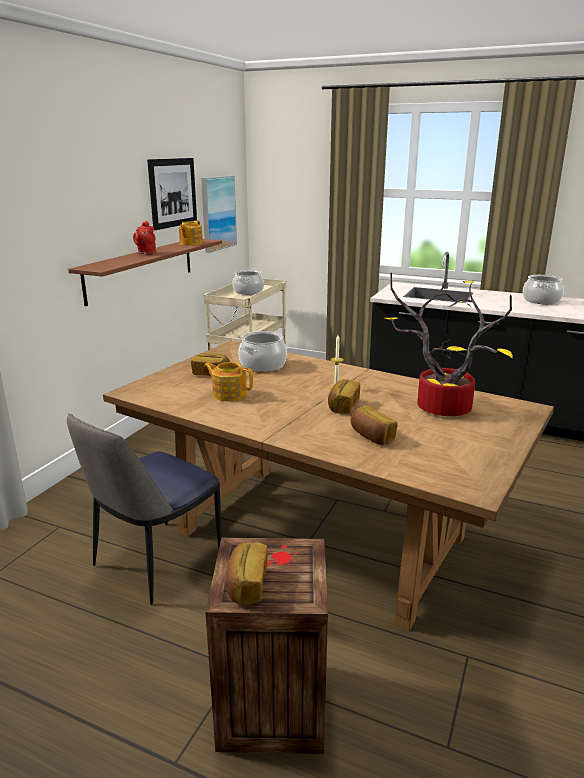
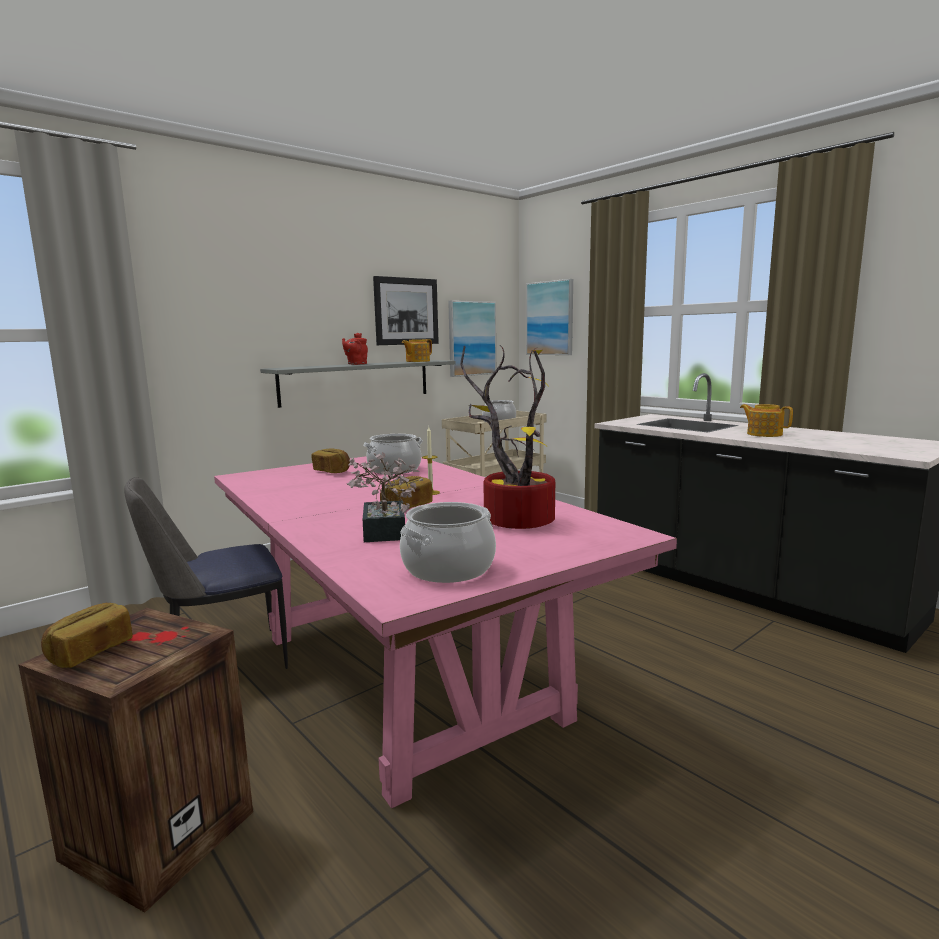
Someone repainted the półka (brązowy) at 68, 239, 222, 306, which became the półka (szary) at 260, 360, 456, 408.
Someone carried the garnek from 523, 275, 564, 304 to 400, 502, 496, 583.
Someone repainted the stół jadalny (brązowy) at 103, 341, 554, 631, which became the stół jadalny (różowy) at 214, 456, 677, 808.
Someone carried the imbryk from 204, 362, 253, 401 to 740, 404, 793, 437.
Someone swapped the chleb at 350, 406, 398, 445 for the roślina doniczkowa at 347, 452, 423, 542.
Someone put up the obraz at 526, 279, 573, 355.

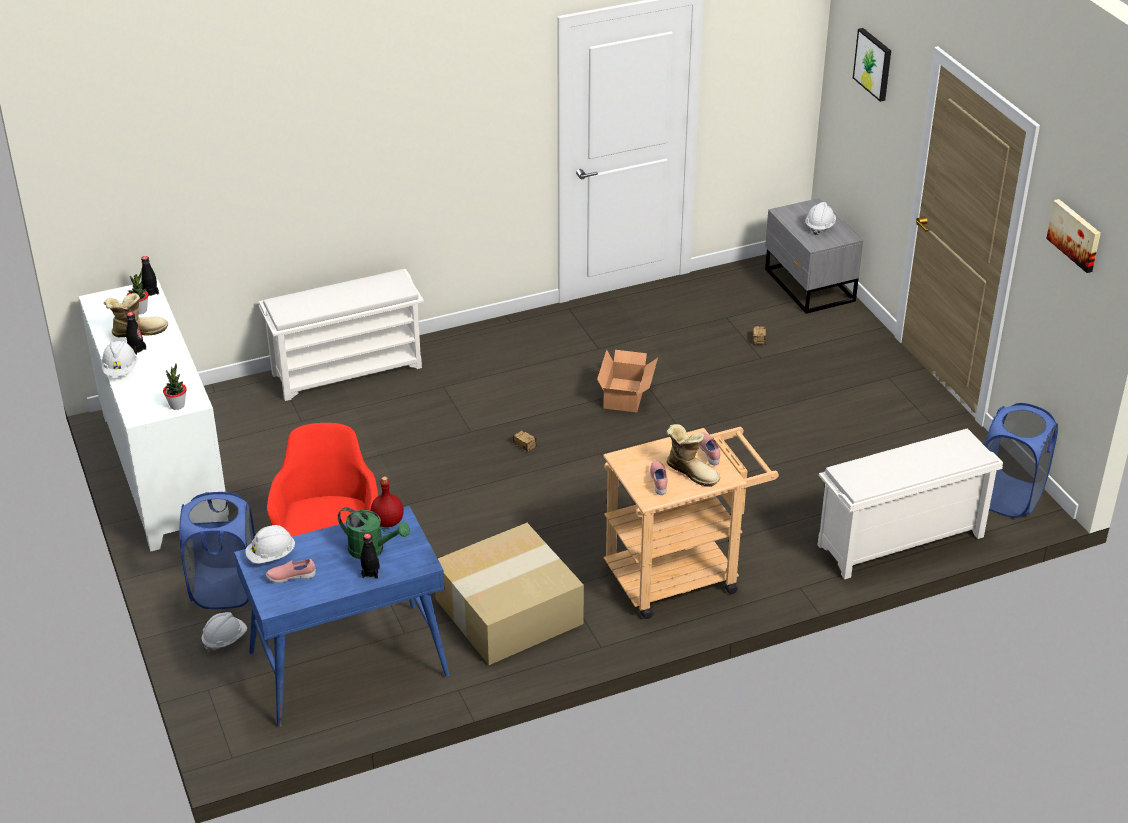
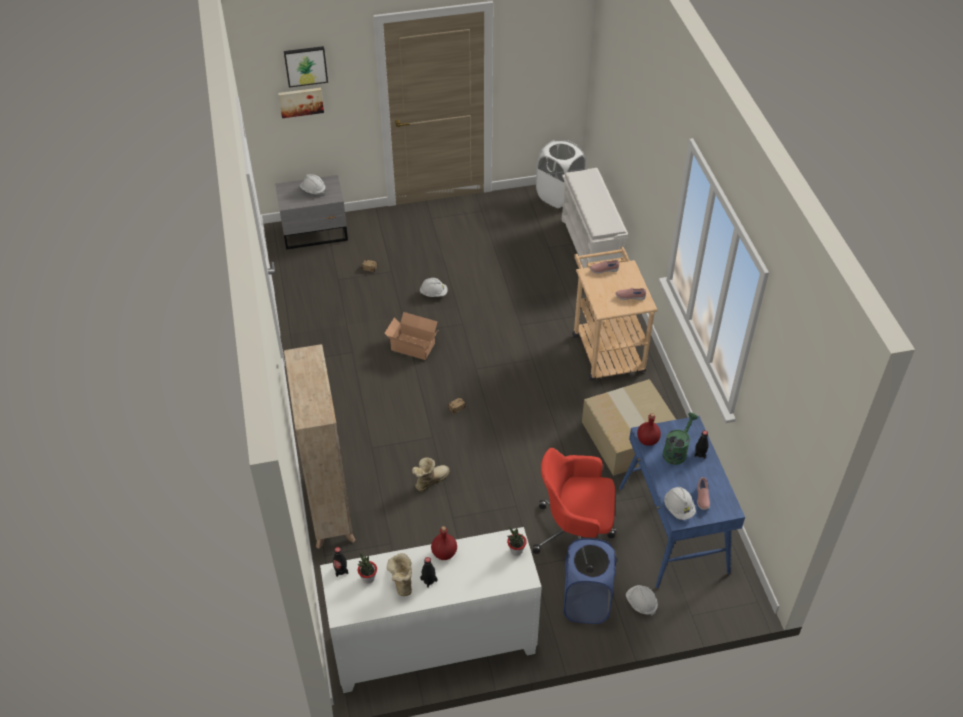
Someone carried the obraz from 1046, 199, 1101, 273 to 278, 88, 324, 118.
Someone swapped the regał na buty (biały) at 259, 269, 424, 401 for the regał (beżowy) at 284, 344, 356, 549.
Someone carried the kask (biały) from 102, 341, 137, 377 to 419, 278, 448, 297.
Someone repainted the kosz na pranie (niebieski) at 984, 403, 1058, 518, which became the kosz na pranie (biały) at 536, 140, 586, 208.
Someone carried the but z cholewką from 666, 424, 720, 487 to 412, 457, 450, 491.
Someone put down the butelka (czerwony) at 431, 526, 457, 560.

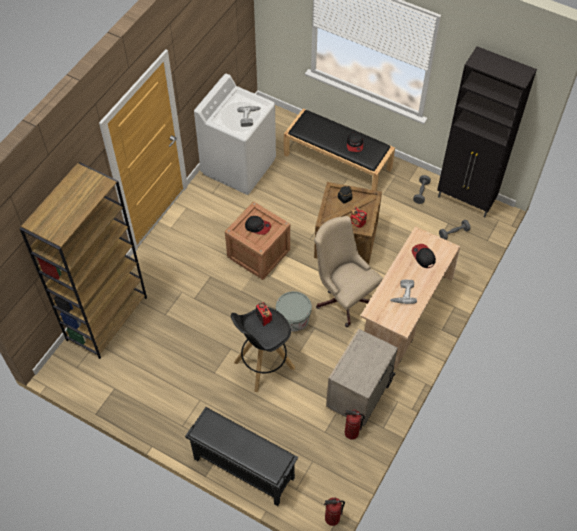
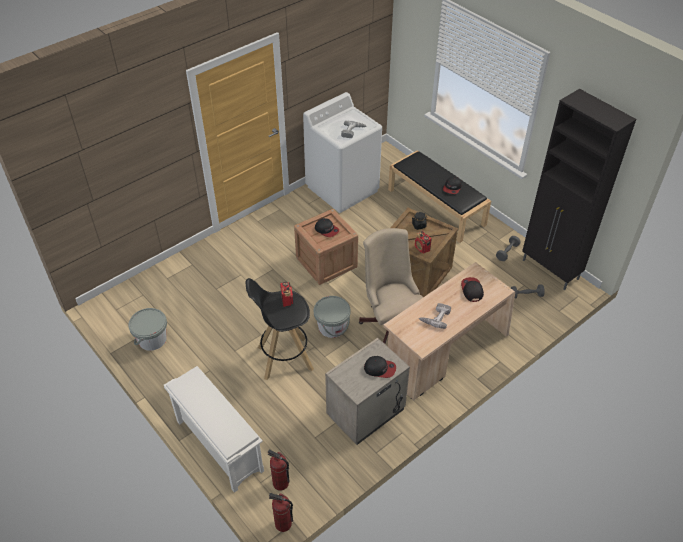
Someone took away the regał (brązowy) at 20, 162, 147, 359.
Someone repainted the regał na buty (czarny) at 185, 407, 298, 506, which became the regał na buty (biały) at 164, 366, 264, 493.
Someone carried the gaśnica from 344, 409, 365, 440 to 268, 449, 290, 491.
Someone put down the wiadro (szary) at 128, 308, 167, 351.
Someone put down the czapka z daszkiem at 364, 356, 396, 378.

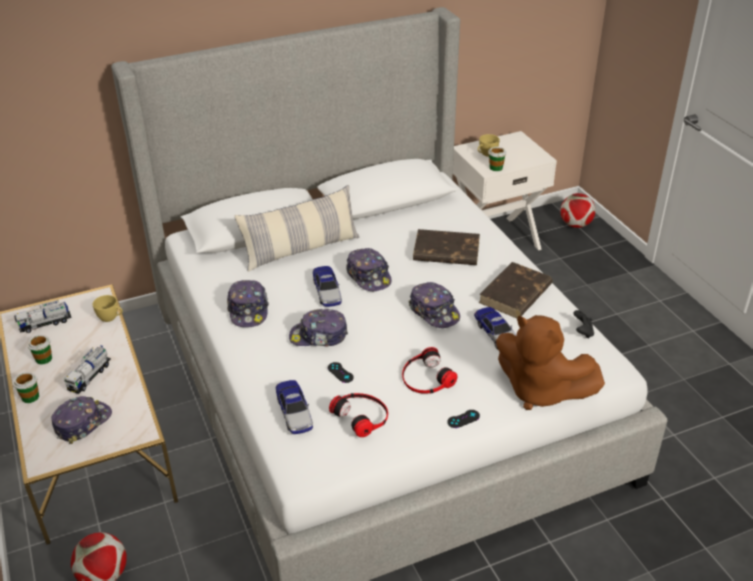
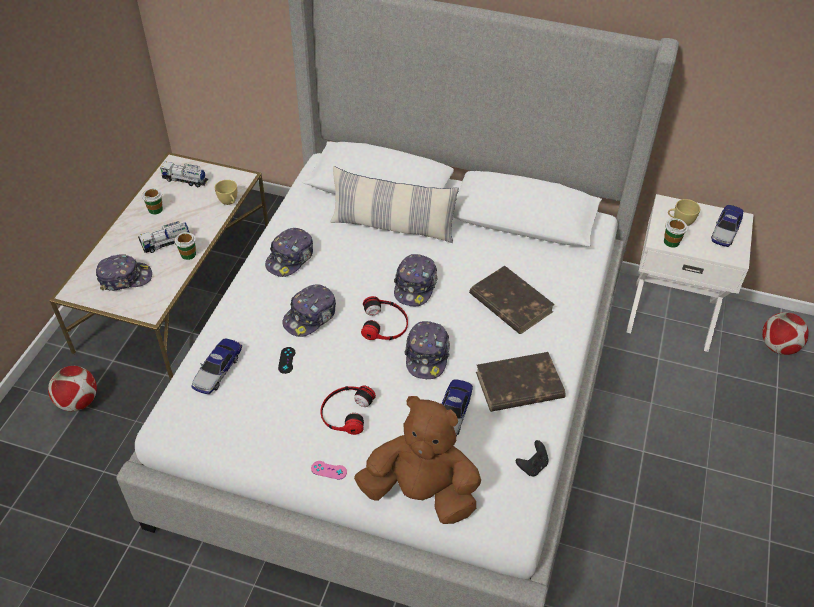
Someone carried the samochodzik from 313, 266, 342, 307 to 711, 205, 743, 247.
Someone rotated the czapka z daszkiem at 289, 309, 348, 346 by 90 degrees counterclockwise.
Someone rotated the pluszak (brązowy) at 496, 315, 605, 410 by 120 degrees clockwise.
Someone carried the filiżanka from 13, 372, 39, 403 to 175, 232, 196, 260.
Someone carried the słuchawki from 329, 393, 388, 437 to 361, 296, 408, 340.
Someone repainted the pad do gier (czarny) at 447, 410, 480, 428, which became the pad do gier (różowy) at 311, 461, 347, 480.

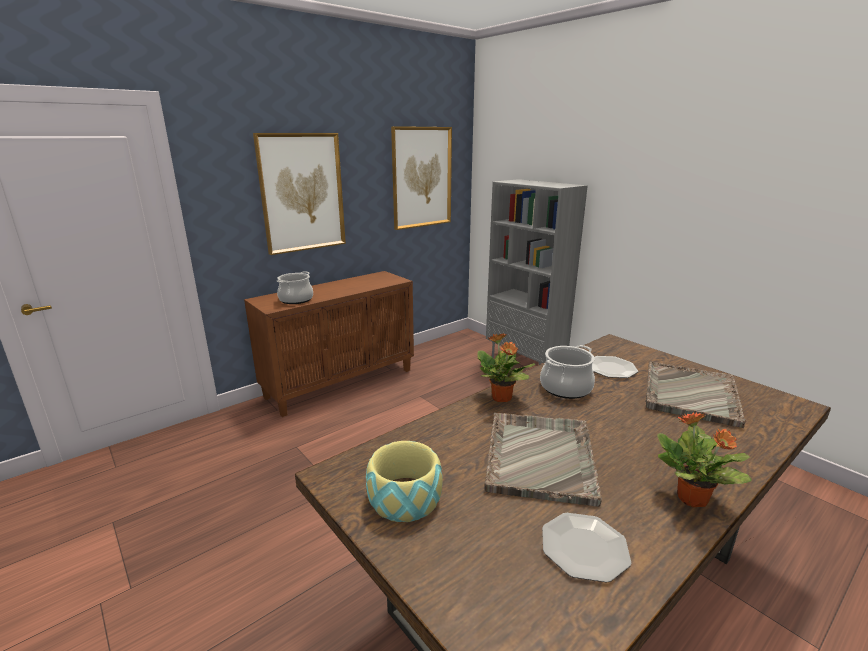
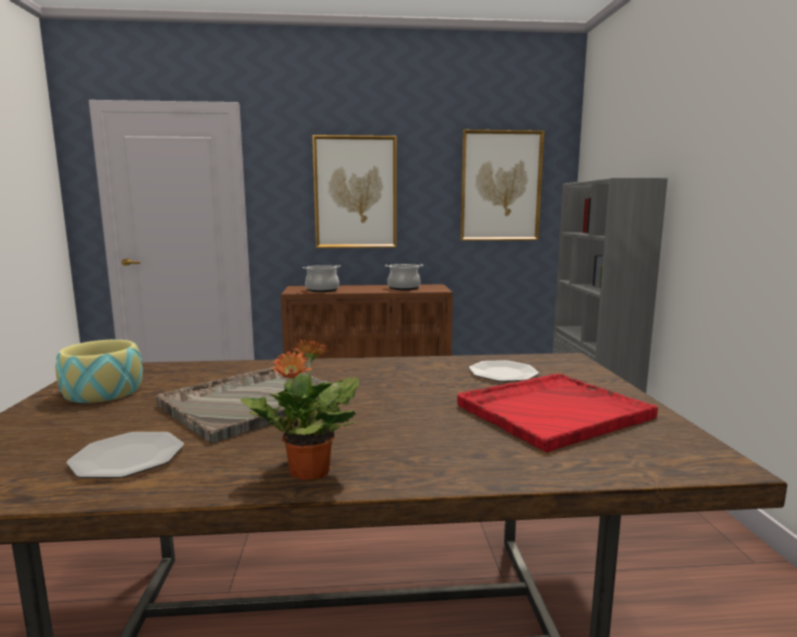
Someone took away the roślina doniczkowa at 477, 333, 535, 402.
Someone carried the garnek from 540, 345, 595, 399 to 385, 264, 423, 290.
Someone repainted the taca (szary) at 646, 361, 746, 428, which became the taca (czerwony) at 457, 374, 658, 453.

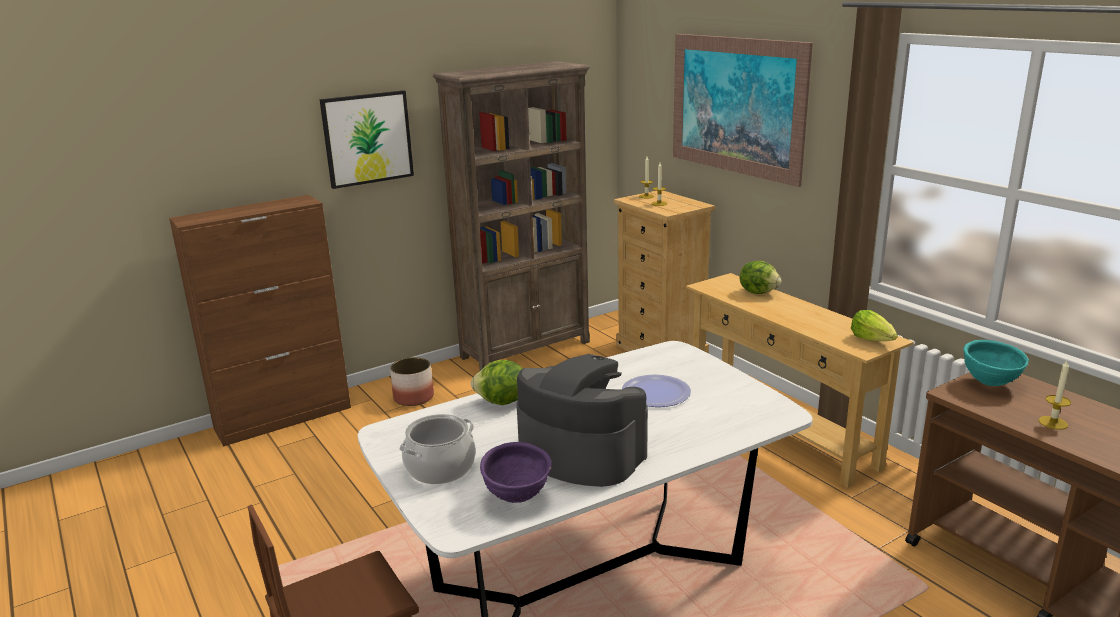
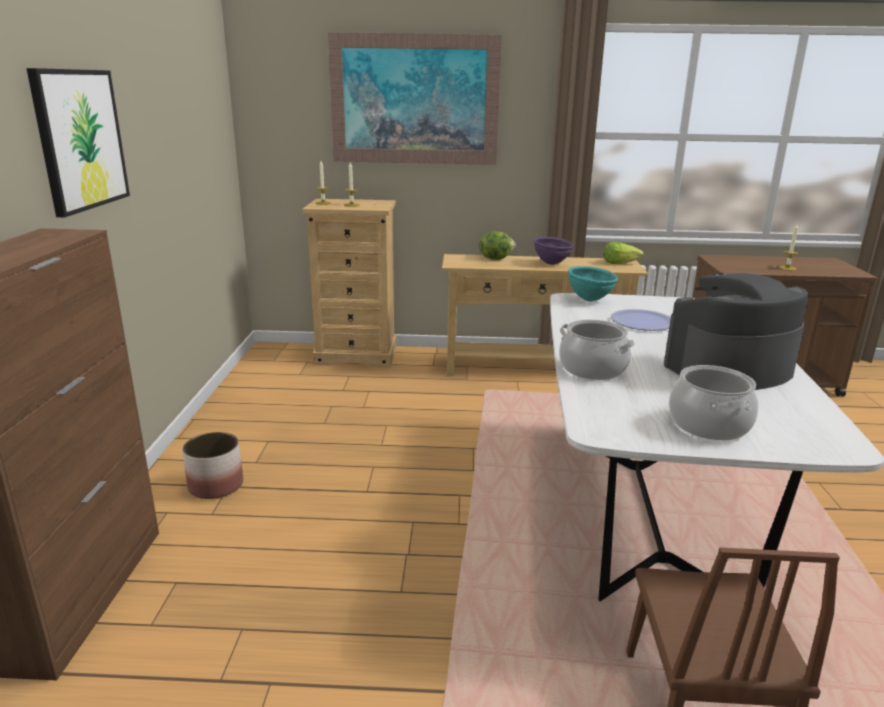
Someone took away the regał (brązowy) at 433, 61, 590, 371.
Someone carried the miska (turkusowy) from 963, 340, 1029, 386 to 568, 266, 618, 301.
Someone swapped the sałata at 471, 360, 523, 405 for the garnek at 559, 320, 635, 380.
Someone carried the miska (fioletowy) from 480, 442, 552, 503 to 534, 237, 574, 265.

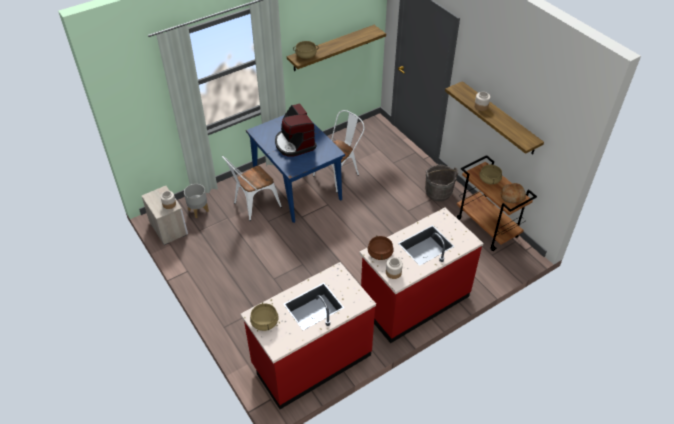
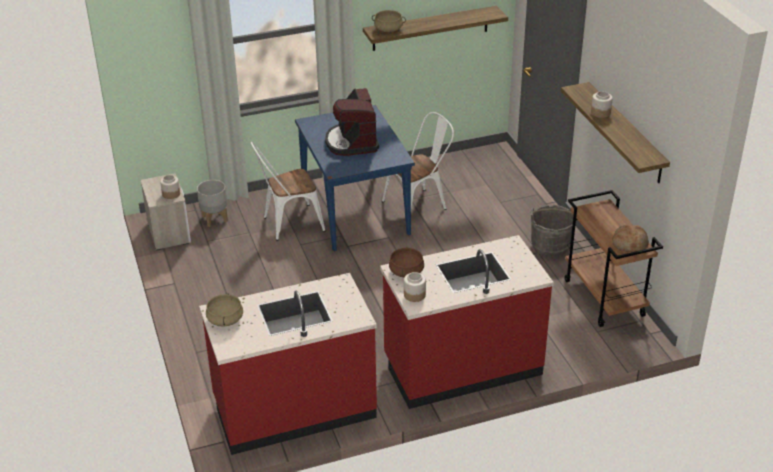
Someone took away the garnek (beżowy) at 479, 164, 502, 184.

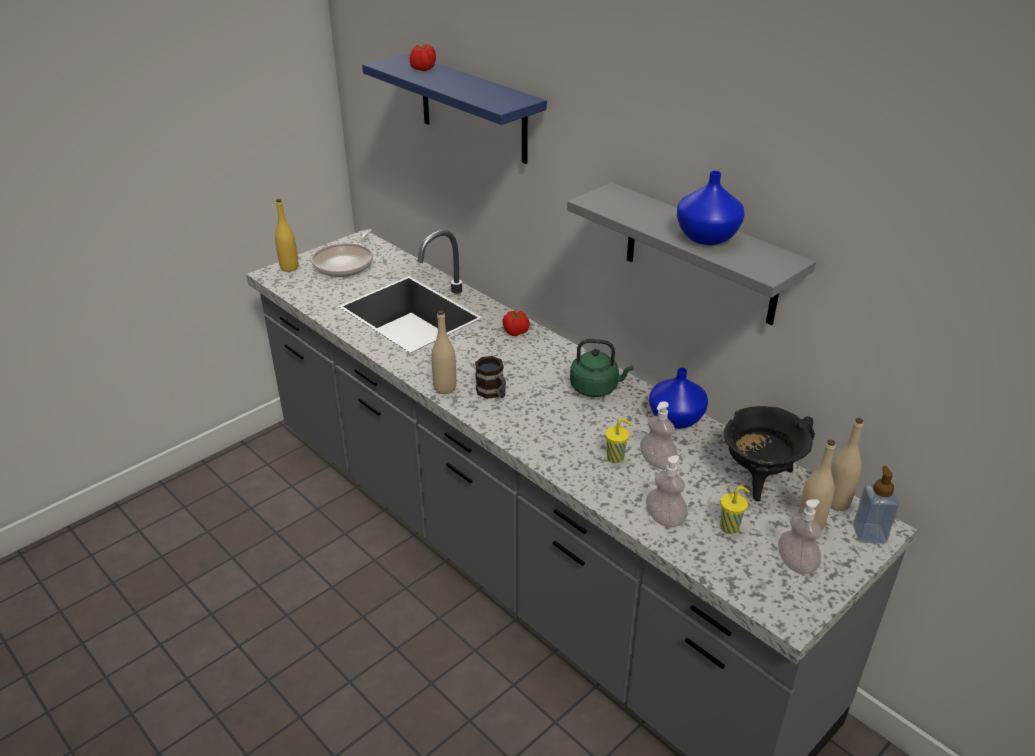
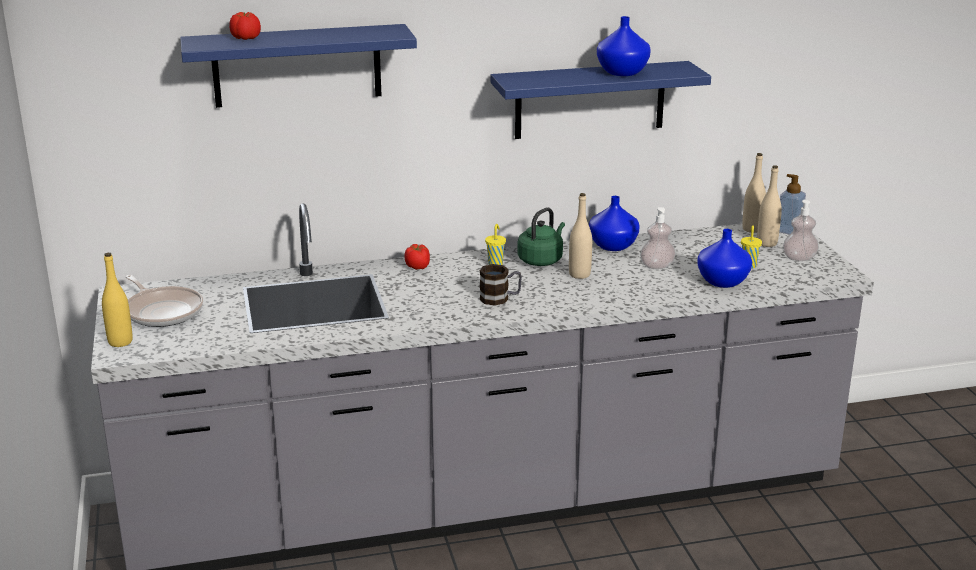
Someone repainted the półka (szary) at 567, 182, 816, 325, which became the półka (niebieski) at 491, 61, 711, 139.
Someone carried the butelka (beżowy) from 431, 310, 456, 394 to 569, 193, 592, 279.
Someone took away the garnek (czarny) at 724, 406, 815, 501.
Someone carried the filiżanka (żółty) from 605, 418, 632, 463 to 485, 224, 506, 265.
Someone swapped the dozownik mydła at 646, 455, 688, 528 for the wazon (niebieski) at 697, 229, 752, 288.

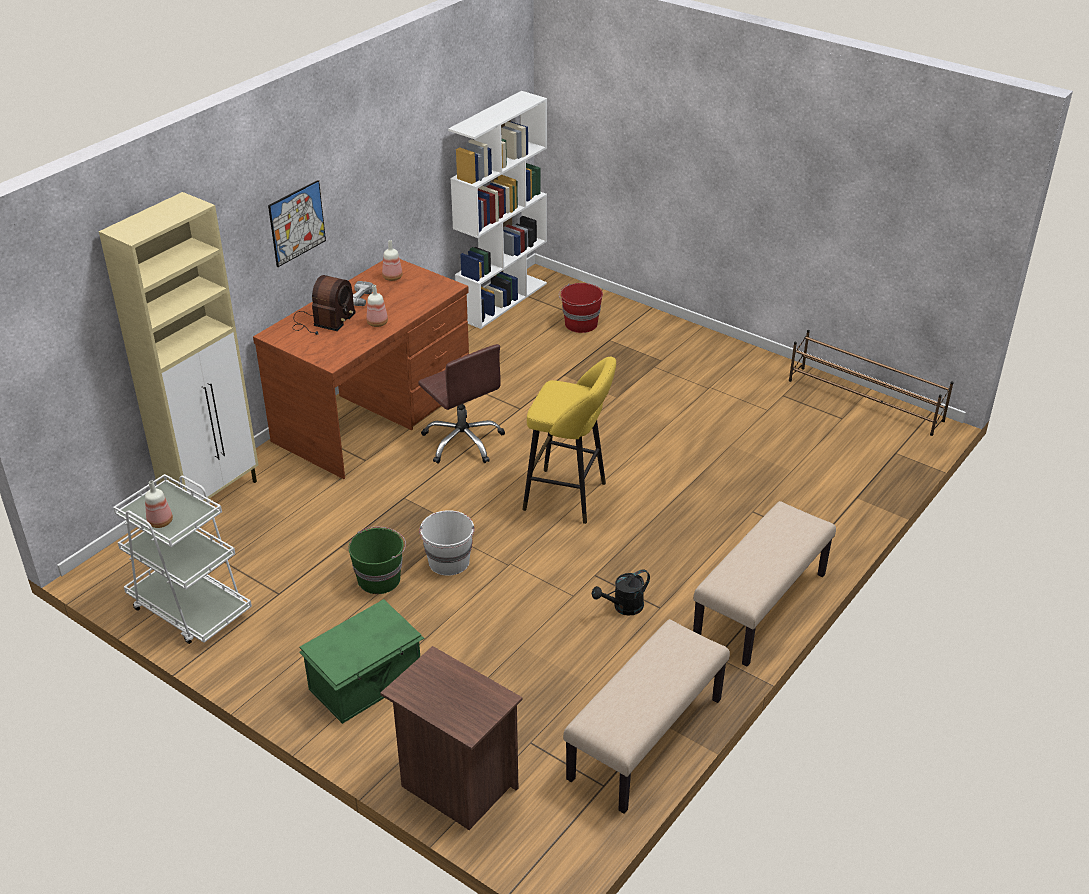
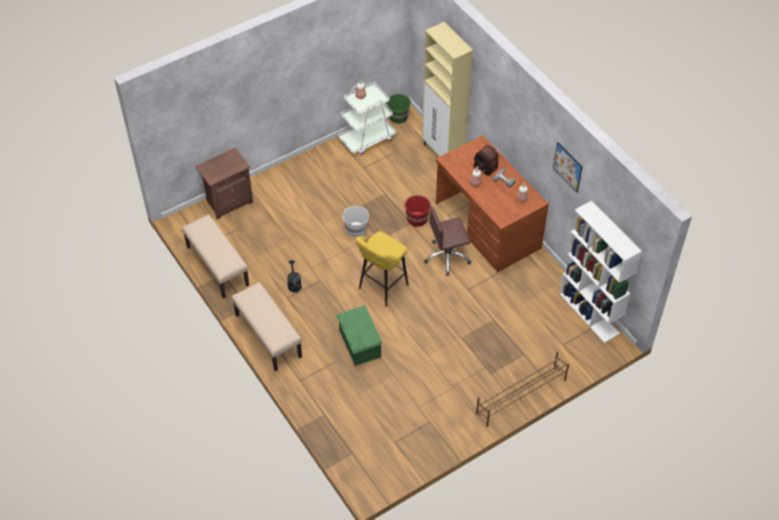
Someone carried the obraz from 268, 180, 326, 267 to 553, 142, 583, 193.
Someone carried the wiadro (czerwony) from 559, 283, 603, 333 to 404, 195, 431, 227.
Someone carried the regał na buty (brązowy) from 789, 330, 954, 436 to 476, 351, 569, 427.
Someone carried the wiadro (zielony) from 349, 527, 406, 594 to 387, 94, 412, 124.
Someone carried the pojemnik do przechowywania (zielony) from 299, 599, 424, 724 to 336, 305, 382, 366.

